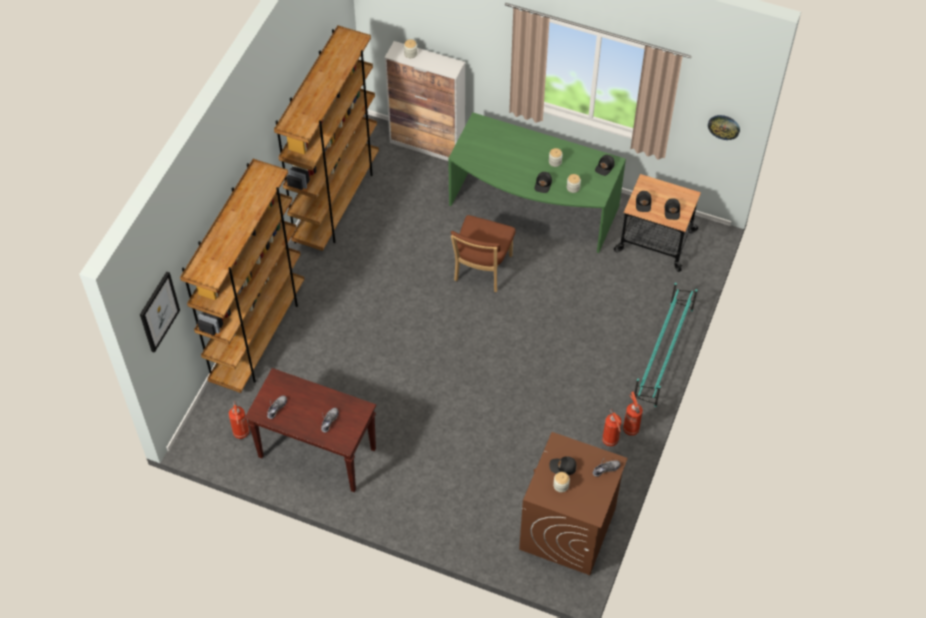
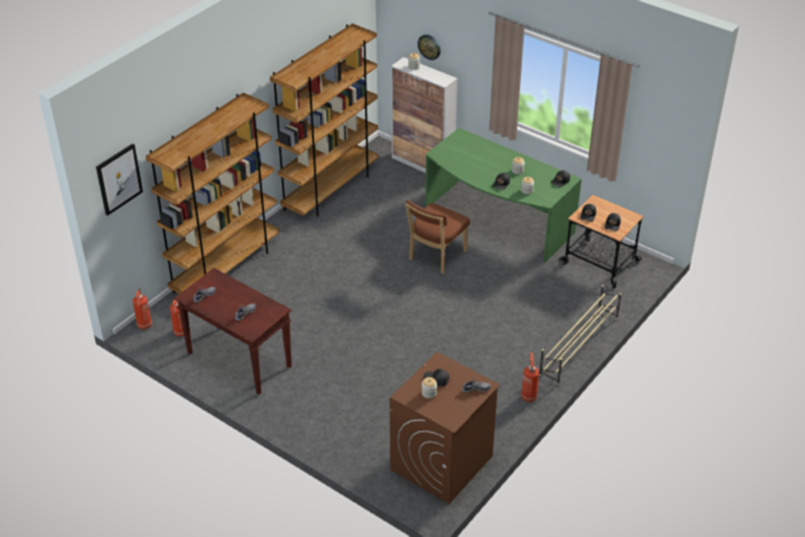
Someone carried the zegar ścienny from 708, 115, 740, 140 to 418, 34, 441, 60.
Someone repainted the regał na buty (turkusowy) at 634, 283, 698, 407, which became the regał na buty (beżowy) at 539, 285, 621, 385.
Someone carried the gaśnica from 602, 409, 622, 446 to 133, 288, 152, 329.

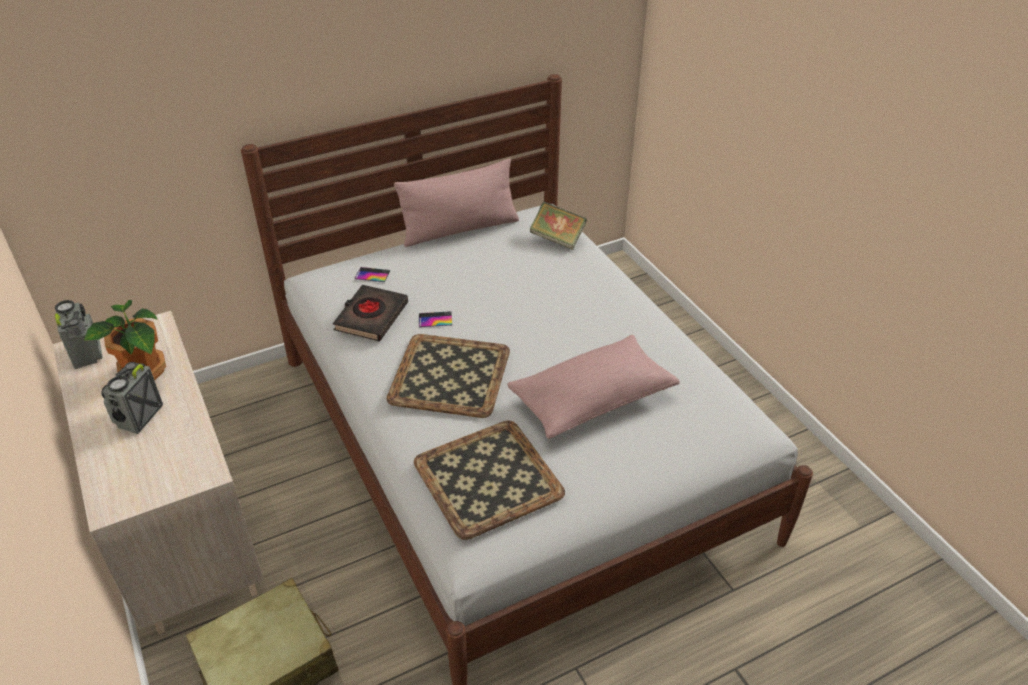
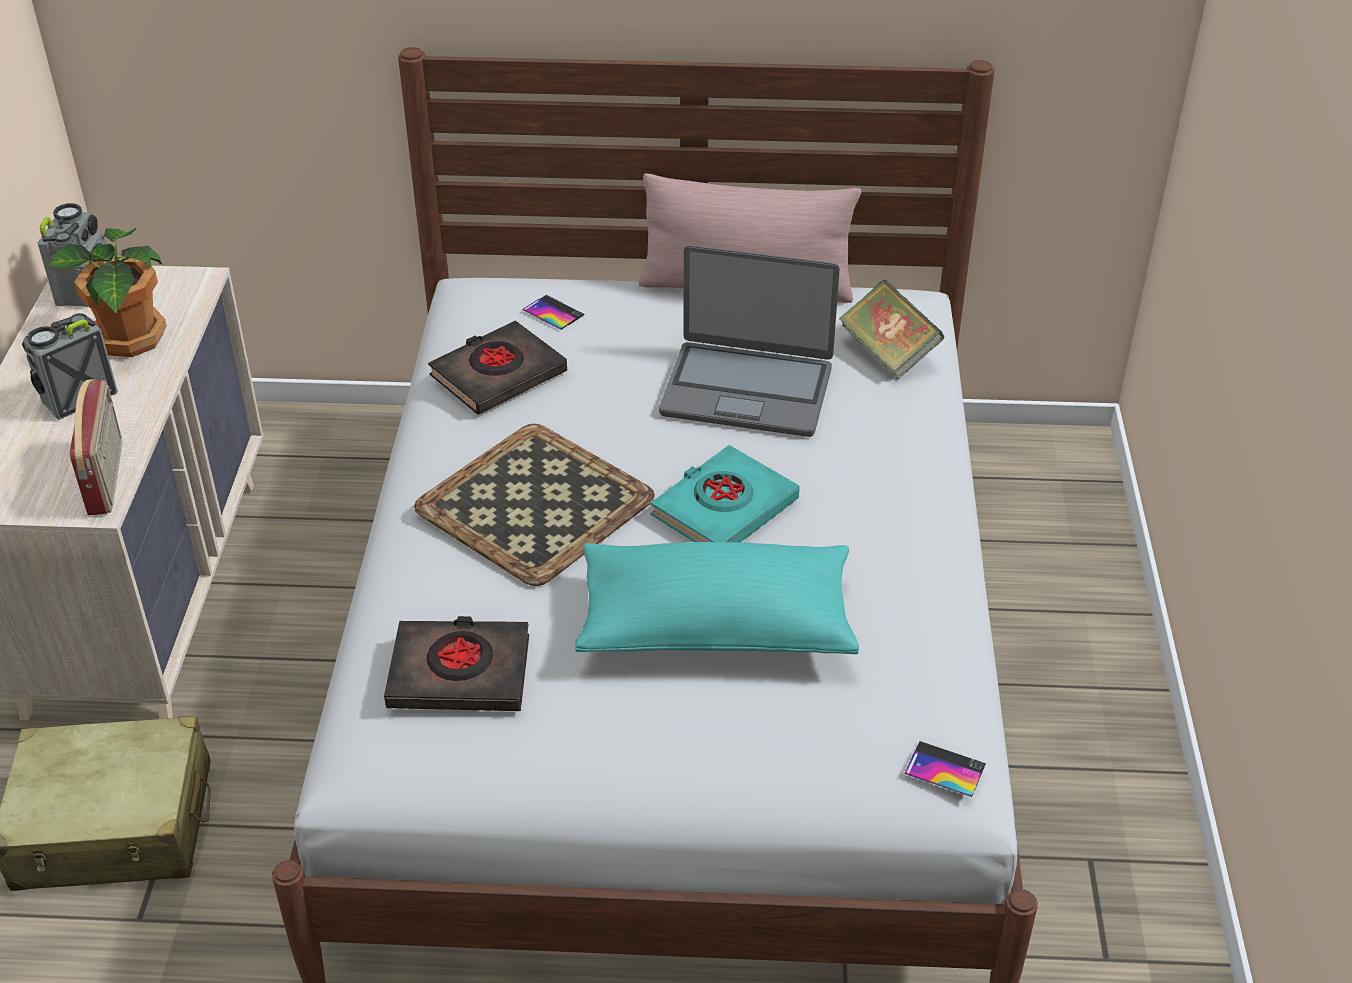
Someone carried the telefon from 419, 311, 452, 327 to 905, 741, 986, 797.
Someone repainted the poduszka (różowy) at 507, 335, 680, 439, which became the poduszka (turkusowy) at 575, 542, 859, 654.
Someone swapped the taca at 414, 420, 565, 540 for the książka (czarny) at 384, 616, 529, 711.
Someone put down the laptop at 659, 245, 840, 437.
Someone put down the radio at 70, 379, 122, 515.
Someone put down the książka (turkusowy) at 650, 445, 800, 542.

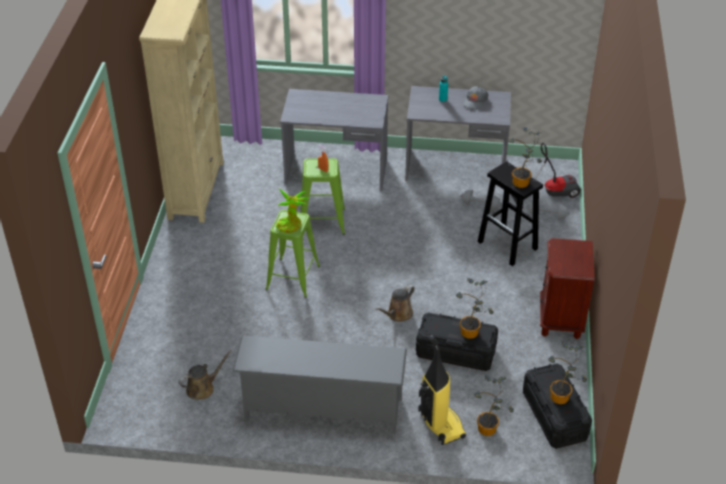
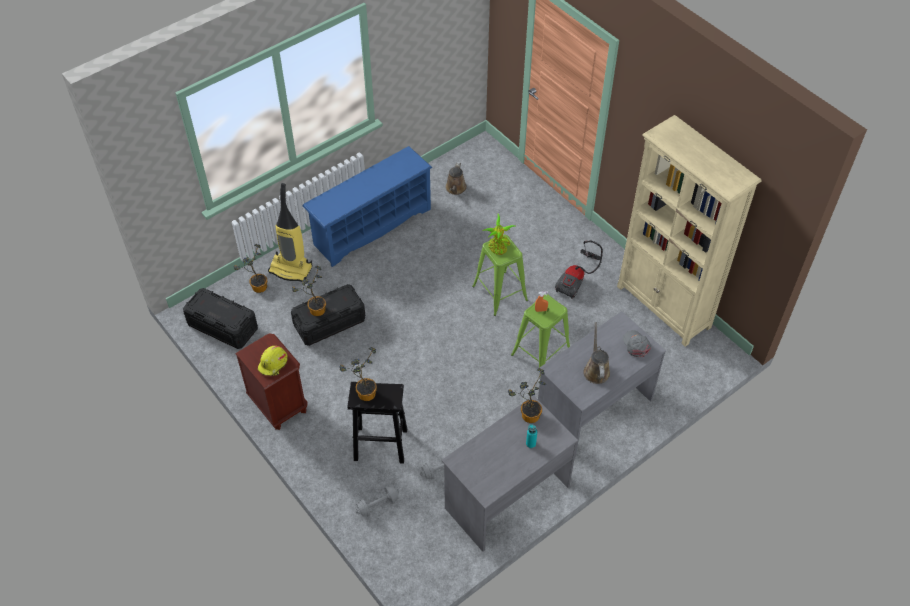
Someone carried the czapka z daszkiem (szary) from 463, 86, 488, 110 to 623, 330, 651, 357.
Someone carried the odkurzacz from 511, 143, 581, 208 to 555, 240, 603, 299.
Someone carried the konewka (brązowy) from 375, 285, 415, 322 to 583, 322, 610, 384.
Someone repainted the regał na buty (szary) at 233, 335, 407, 434, which became the regał na buty (niebieski) at 302, 146, 433, 267.
Someone carried the roślina doniczkowa from 548, 342, 587, 404 to 508, 368, 546, 423.
Someone put down the kask (żółty) at 258, 346, 288, 376.

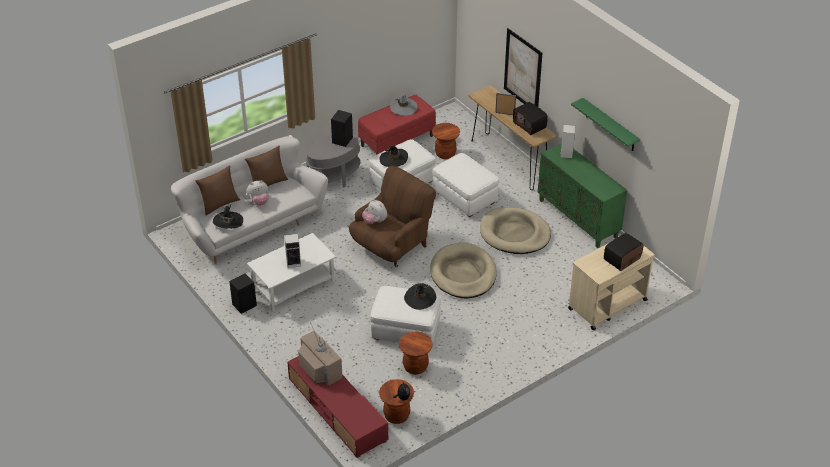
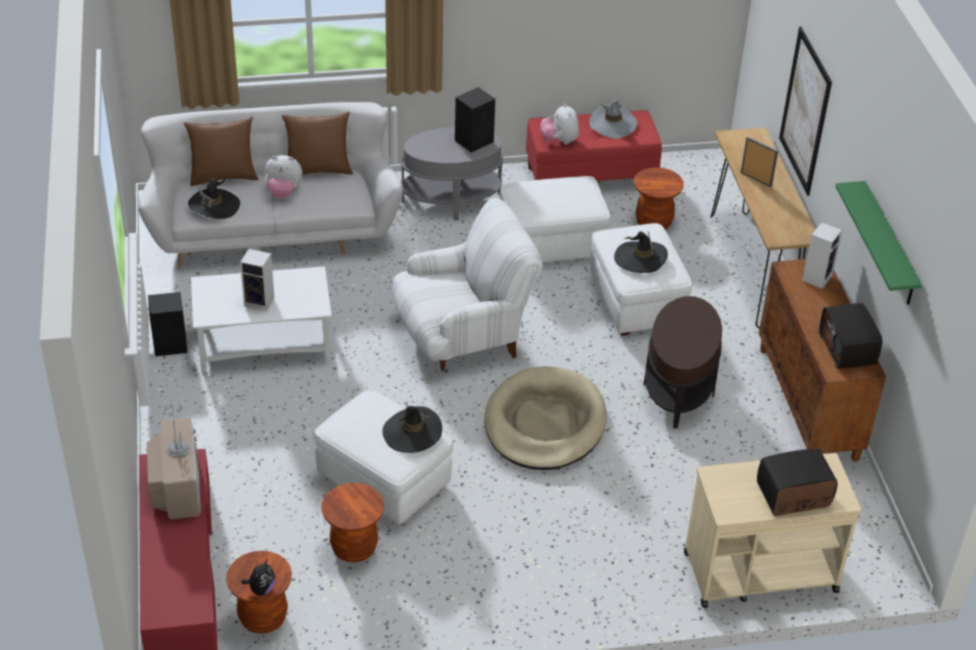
Someone carried the radio from 513, 102, 547, 135 to 819, 303, 883, 369.
Someone repainted the szafka (zielony) at 538, 143, 627, 248, which became the szafka (brązowy) at 759, 259, 886, 462.
Someone carried the kapelusz (czarny) from 379, 144, 408, 167 to 614, 231, 668, 273.
Someone repainted the fotel (brązowy) at 349, 166, 436, 267, which became the fotel (biały) at 393, 198, 543, 373.
Someone carried the pluszak from 362, 199, 387, 224 to 540, 104, 579, 144.
Someone swapped the legowisko (beżowy) at 480, 207, 551, 254 for the stolik (brązowy) at 643, 296, 722, 428.

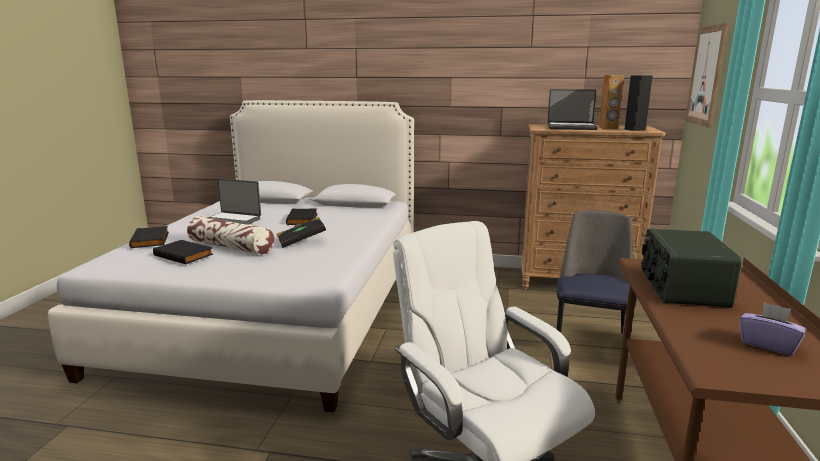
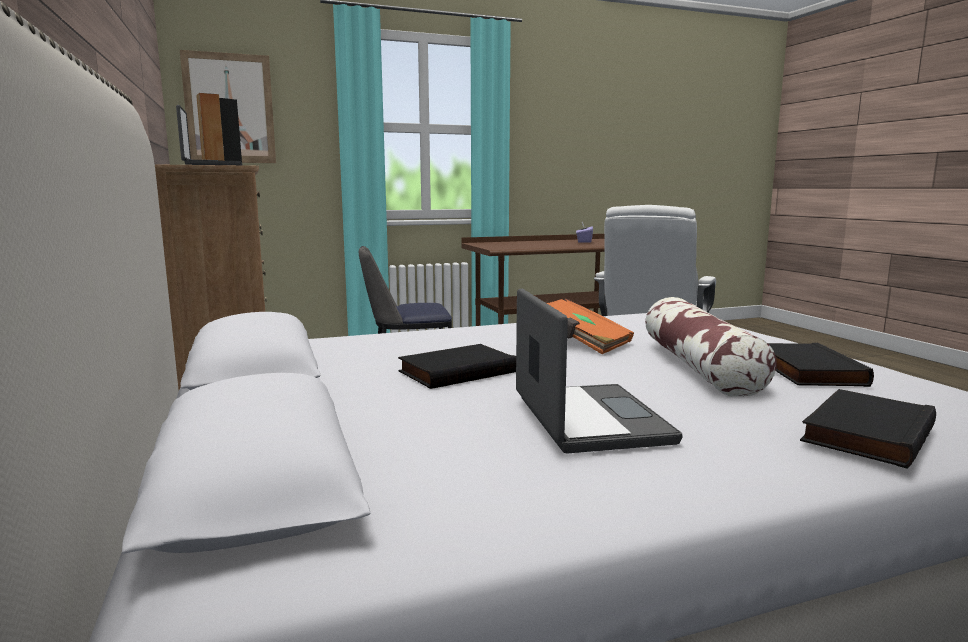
Someone repainted the książka (czarny) at 276, 217, 326, 248, which became the książka (pomarańczowy) at 547, 298, 634, 354.
Someone took away the radio at 641, 228, 742, 308.

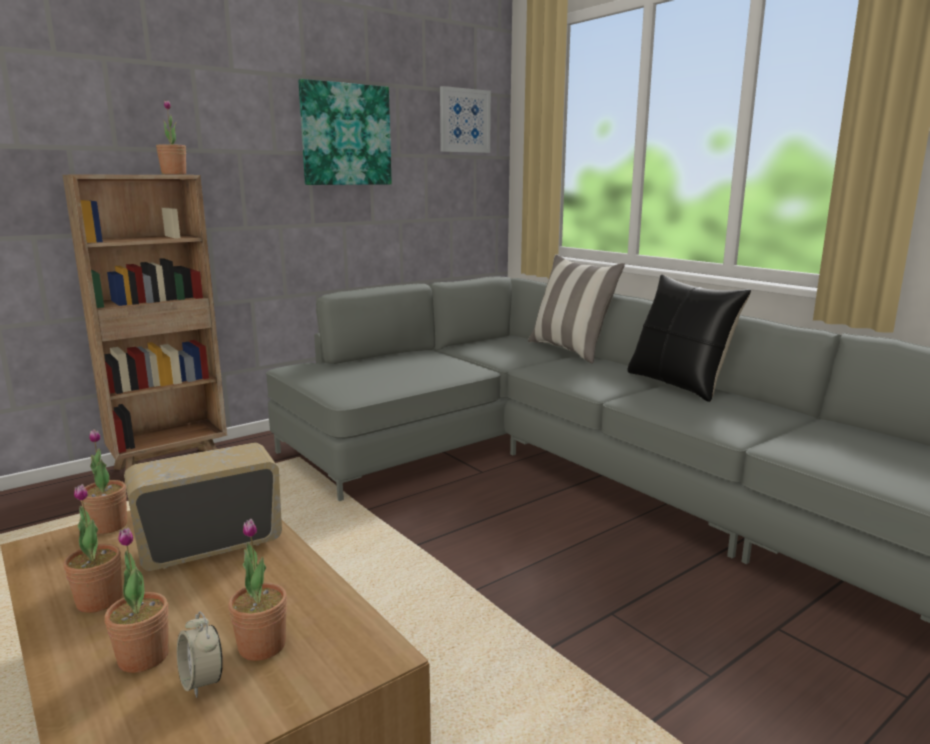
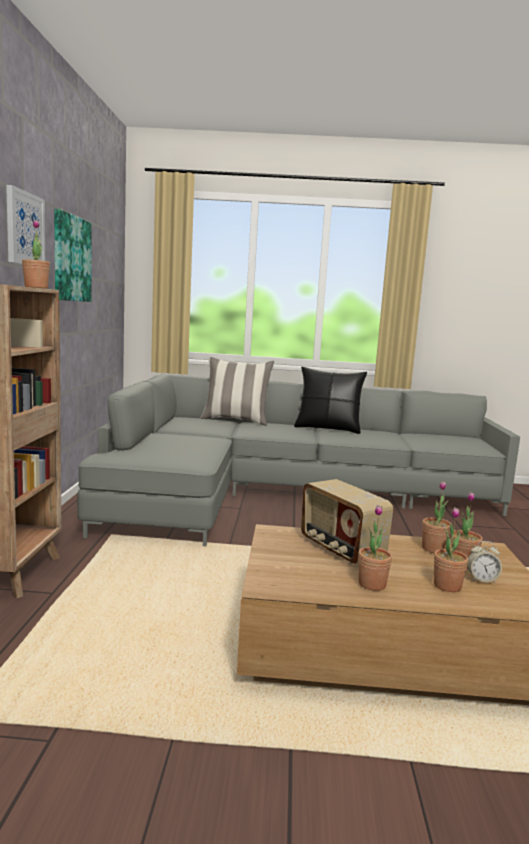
Someone carried the obraz from 440, 86, 491, 153 to 6, 185, 45, 264.
Someone carried the roślina doniczkowa from 80, 429, 127, 534 to 422, 481, 451, 553.
Someone rotated the radio at 124, 443, 282, 571 by 45 degrees counterclockwise.

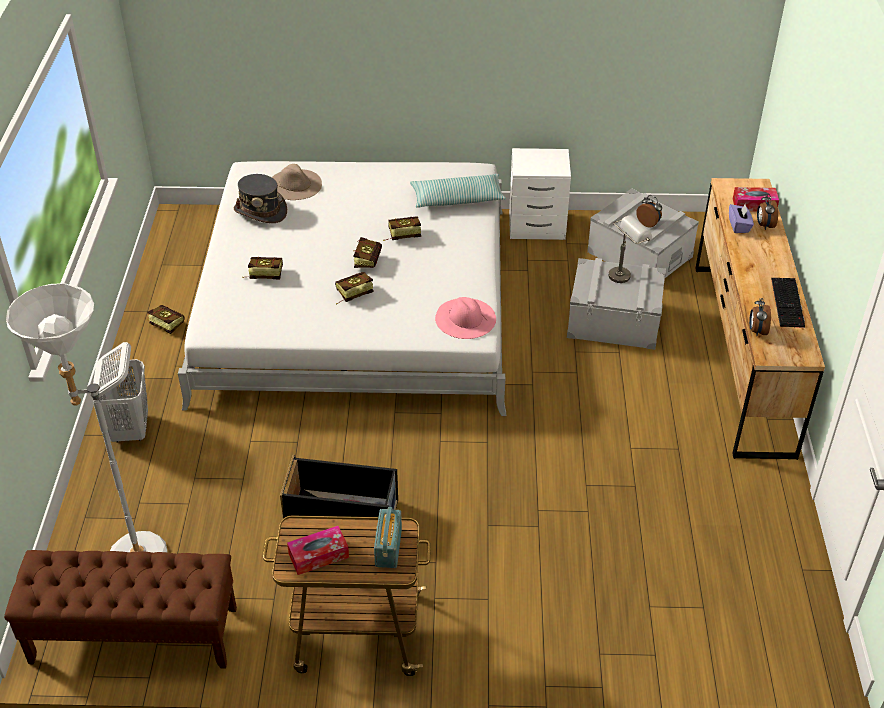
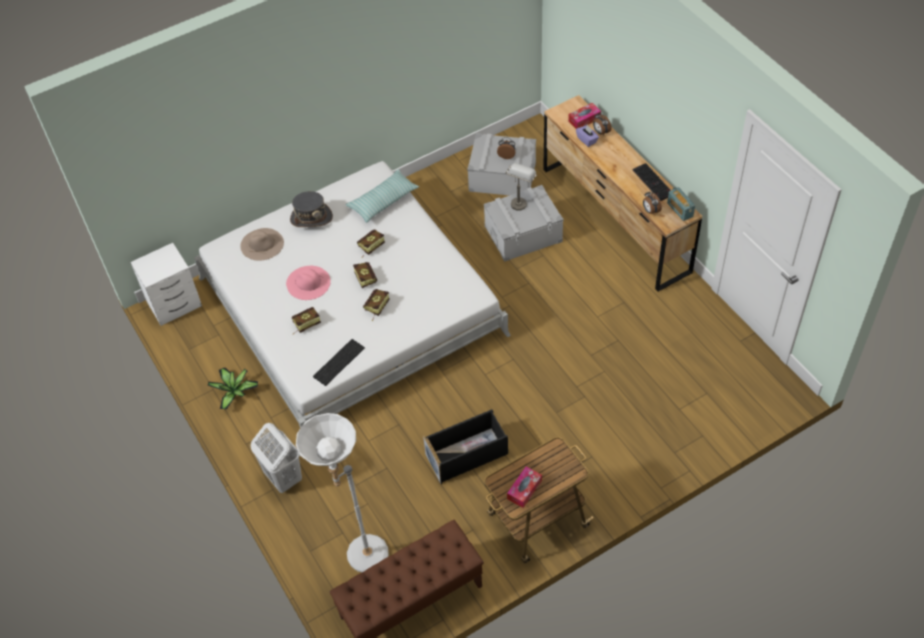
Someone carried the szafka nocna (biały) from 509, 148, 571, 240 to 130, 243, 202, 326.
Someone carried the kapelusz (szary) from 234, 174, 287, 223 to 290, 191, 333, 227.
Someone carried the kapelusz (różowy) from 435, 297, 496, 339 to 286, 266, 331, 300.
Someone swapped the książka at 147, 305, 185, 334 for the roślina doniczkowa at 208, 368, 258, 410.
Someone carried the radio from 374, 507, 402, 568 to 667, 187, 695, 221.
Someone put down the klawiatura at 313, 339, 365, 386.

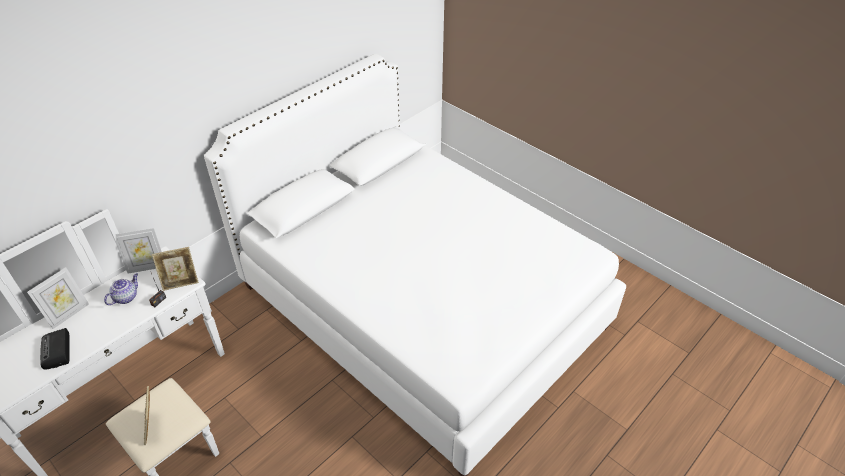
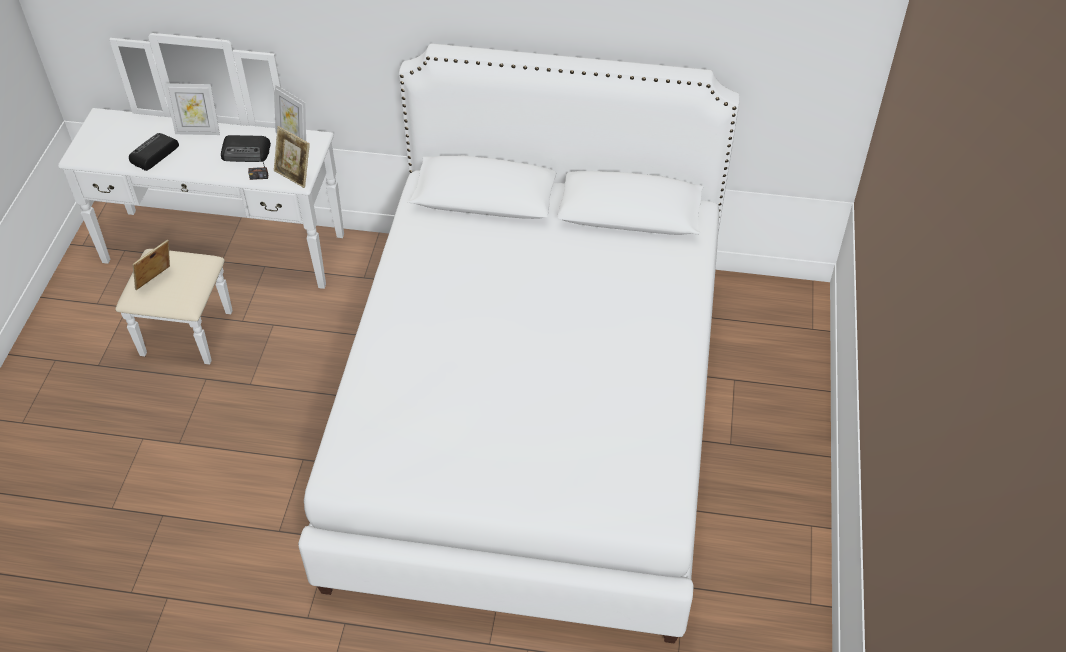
Someone swapped the imbryk at 104, 273, 138, 305 for the radio at 221, 135, 271, 162.

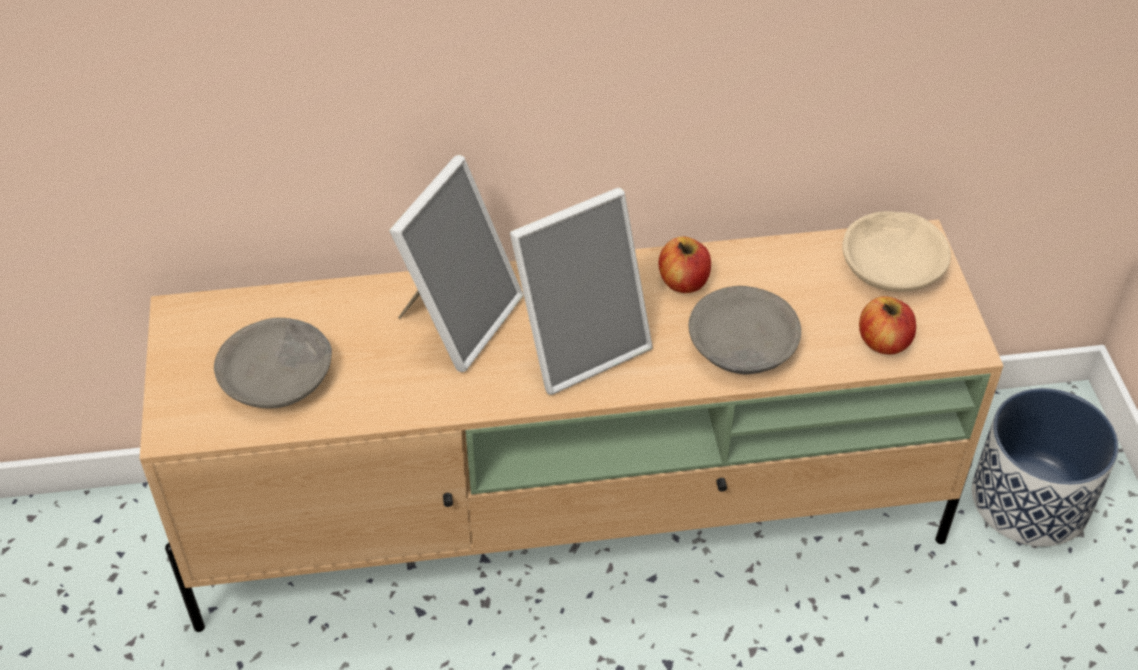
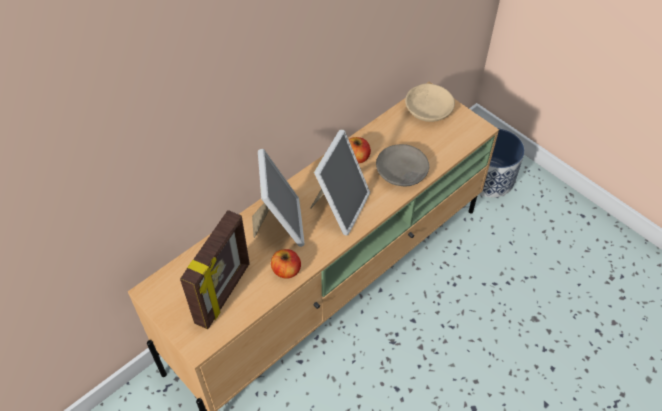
Someone carried the jabłko from 859, 296, 916, 355 to 271, 249, 301, 279.
Someone swapped the miska (szary) at 214, 318, 332, 409 for the ramka na zdjęcie at 180, 210, 250, 329.

